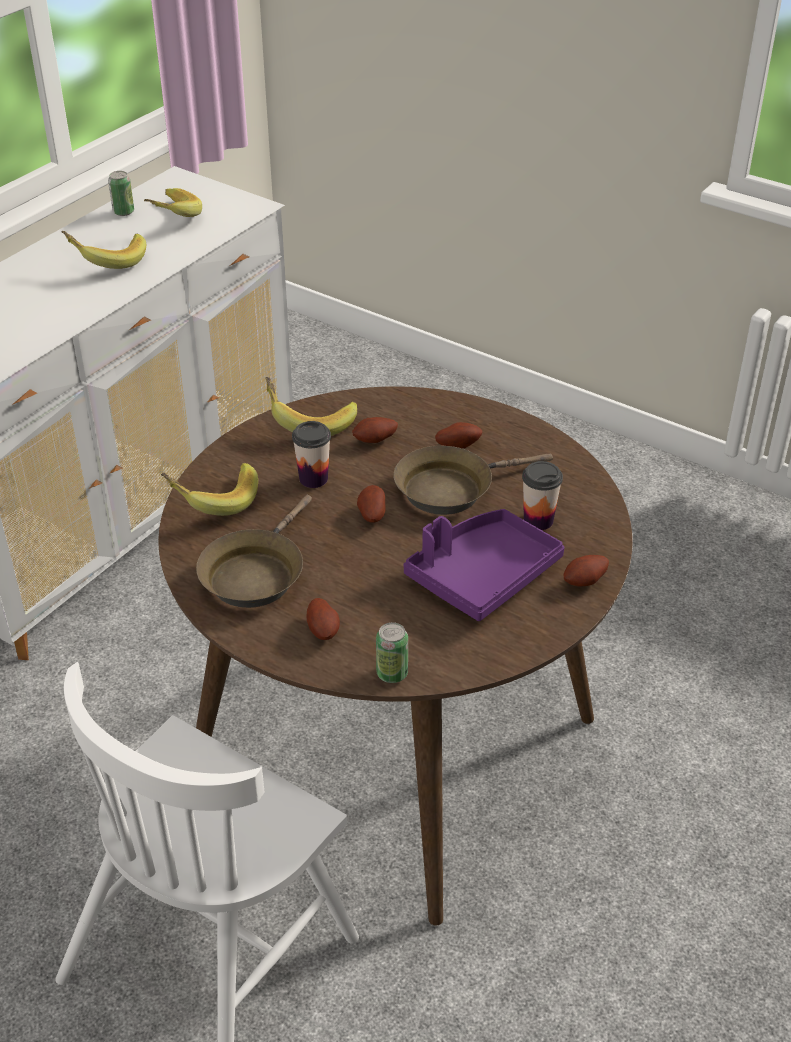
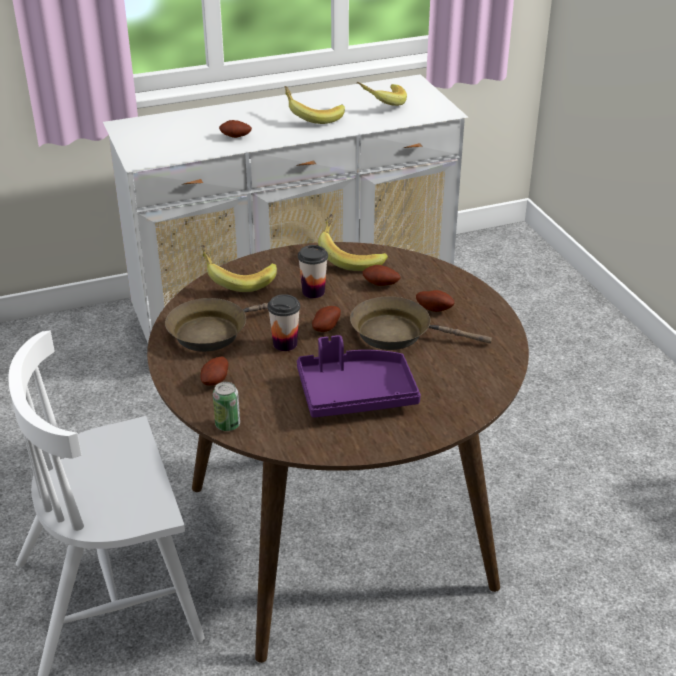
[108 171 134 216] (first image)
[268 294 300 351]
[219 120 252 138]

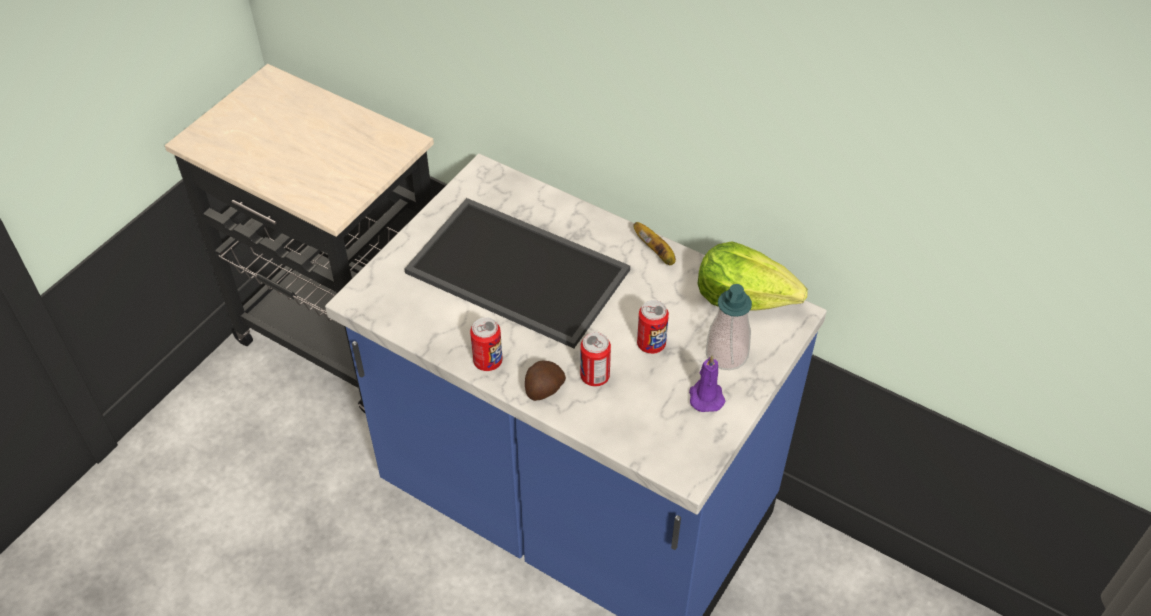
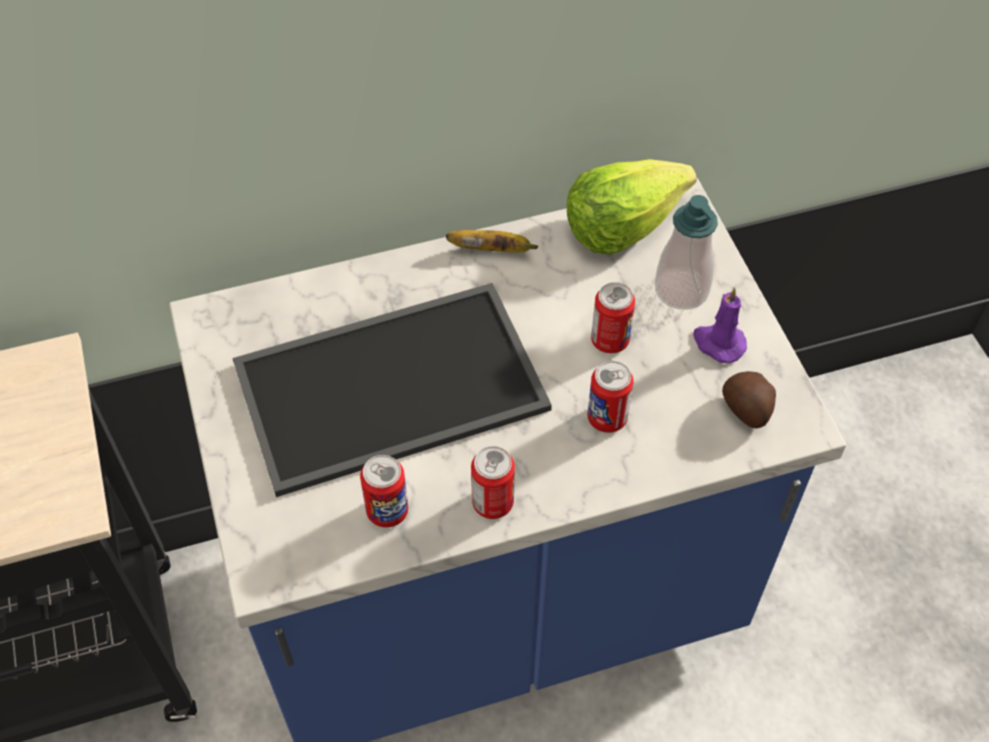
[722 371 776 428]
[360 455 408 528]

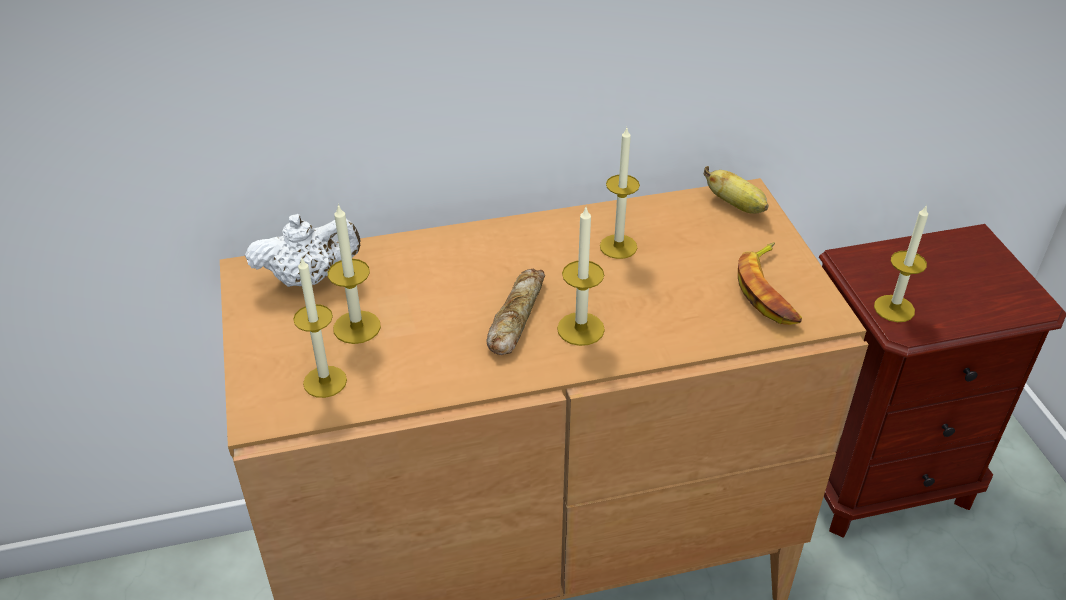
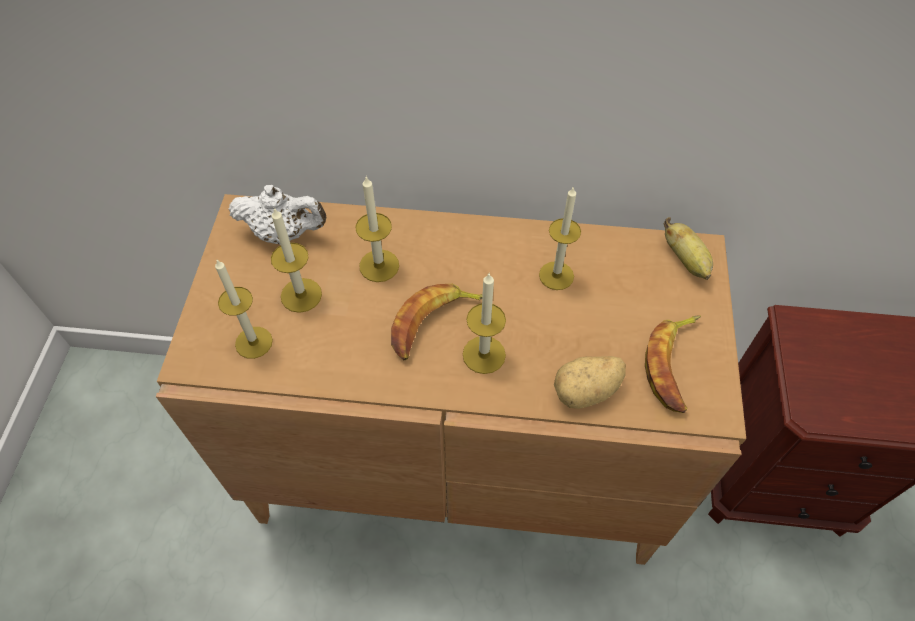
[391 284 483 360]
[356 175 399 282]
[554 356 626 409]

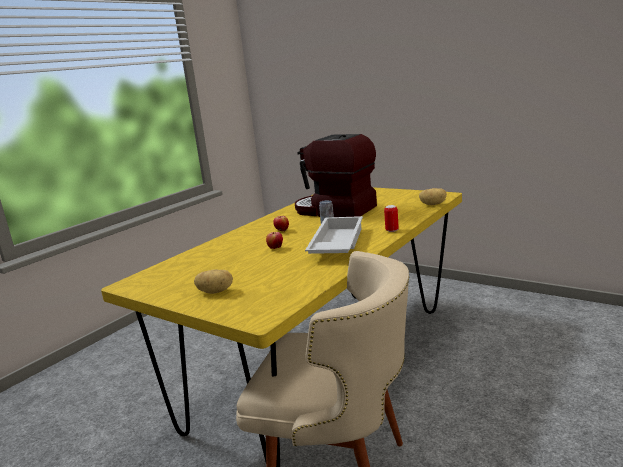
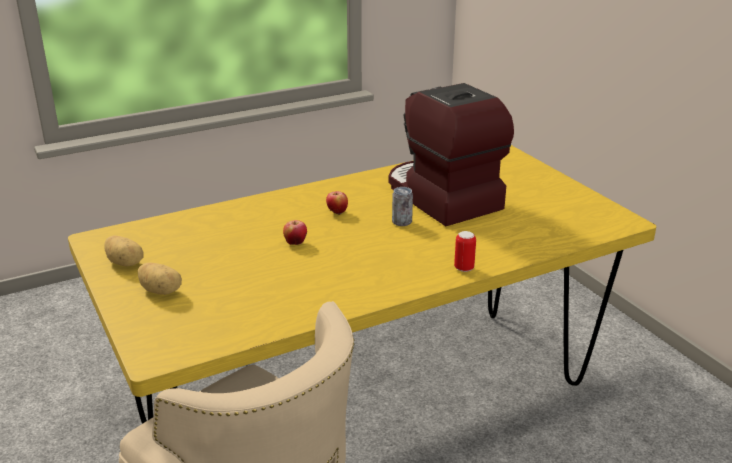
[305 216 363 254] (first image)
[104 236 144 266]

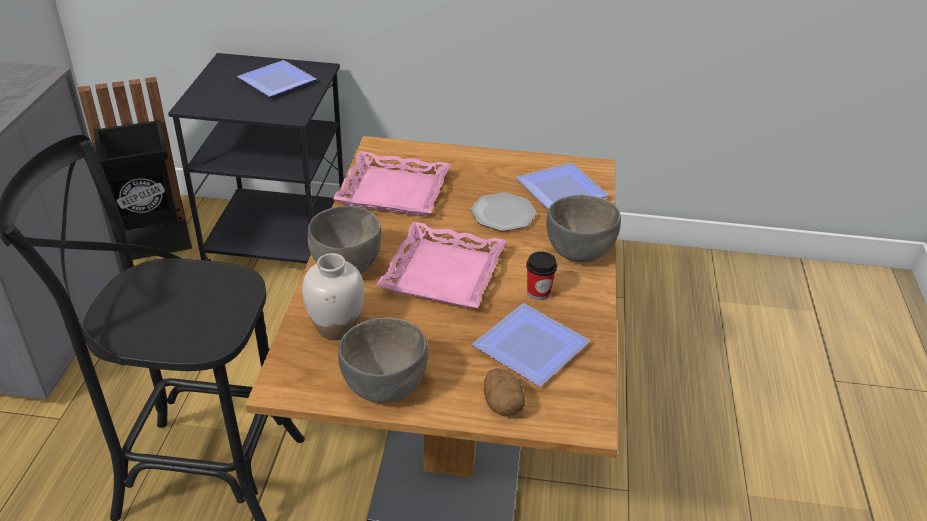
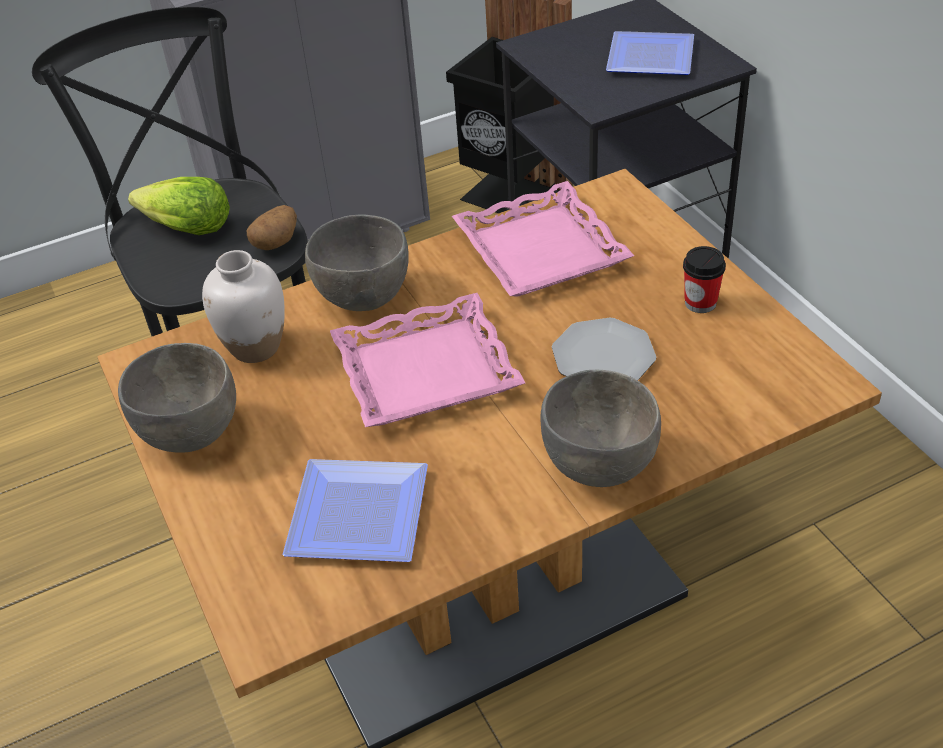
[247 205 297 250]
[516 163 609 210] (first image)
[683 246 726 313]
[128 177 230 235]

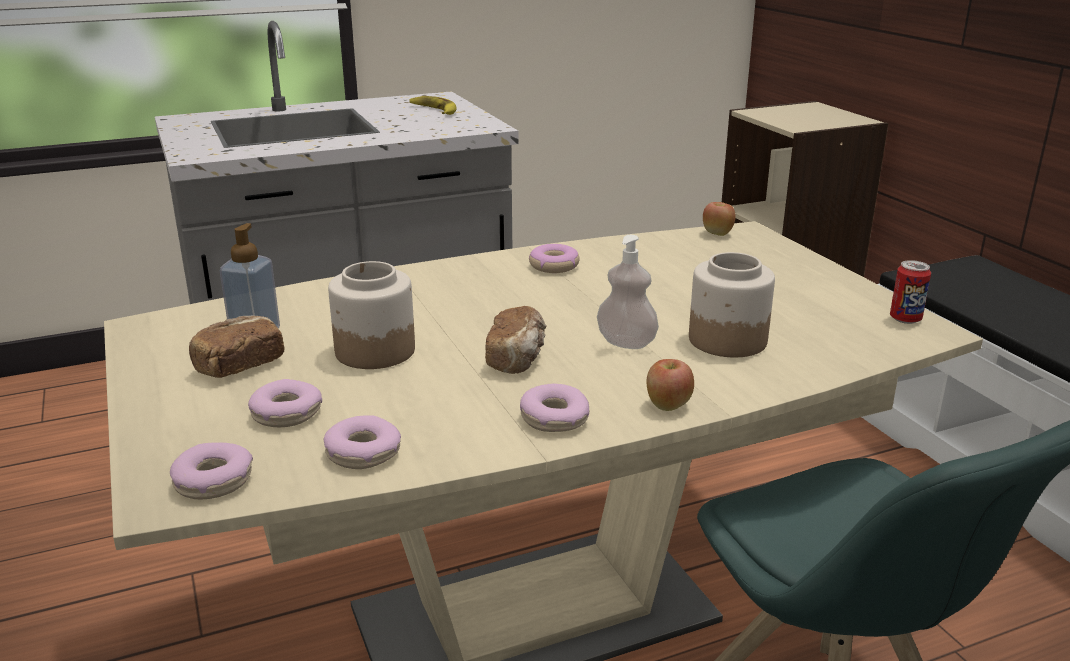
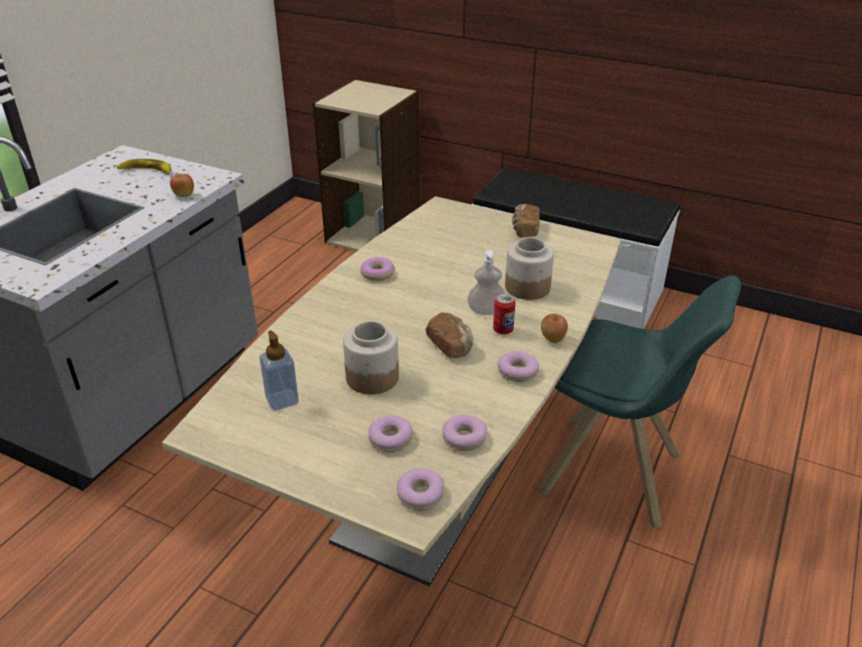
[512 204 540 238]
[170 174 194 197]
[493 294 516 334]

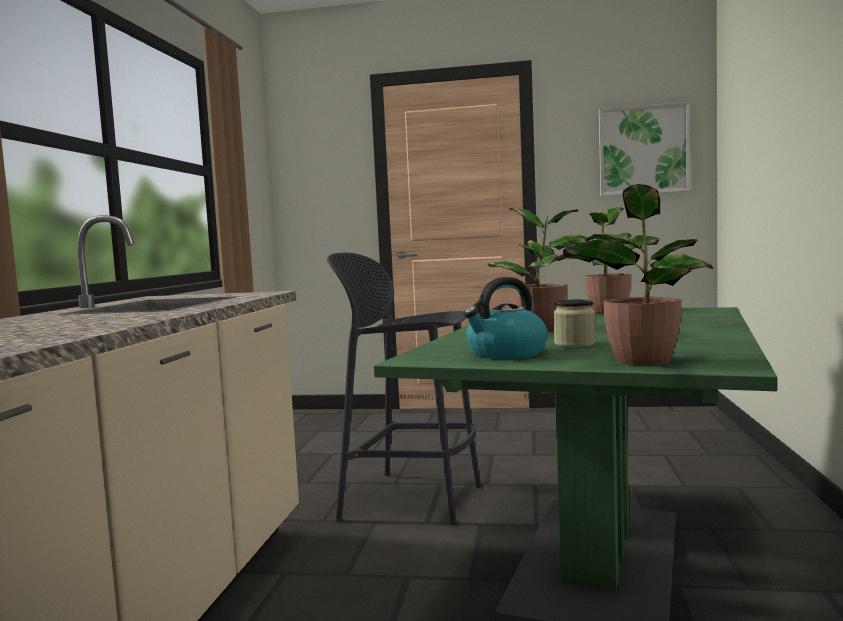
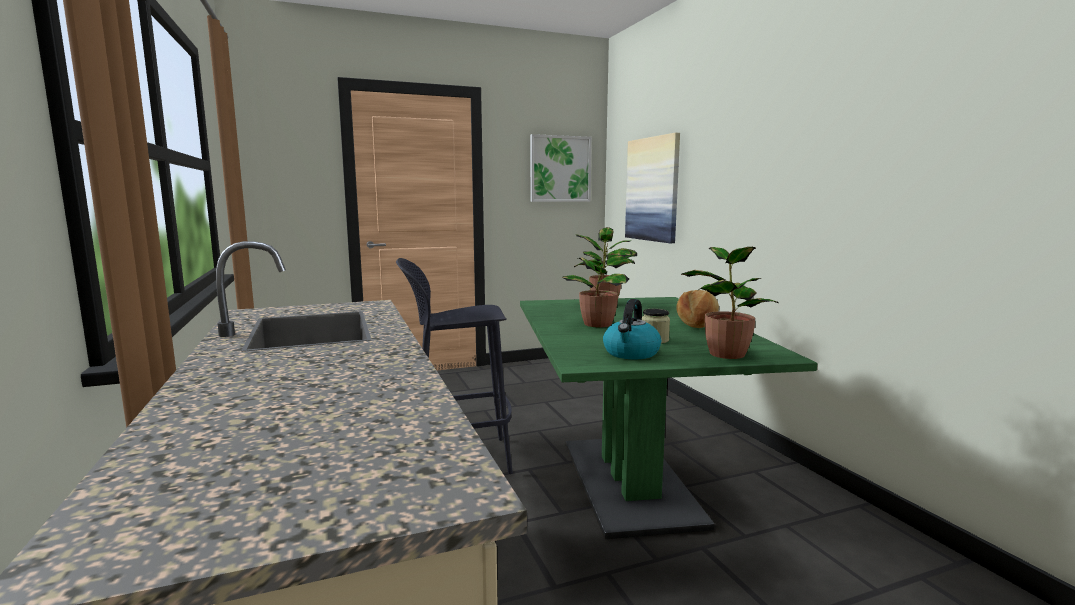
[625 133 680 243]
[676 290 719 328]

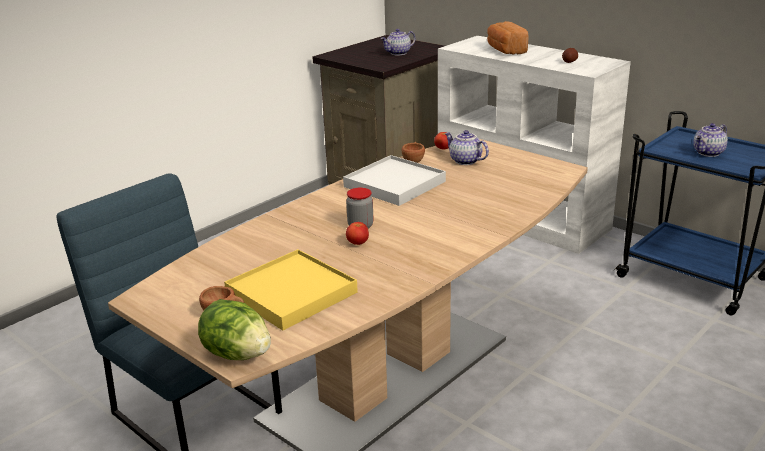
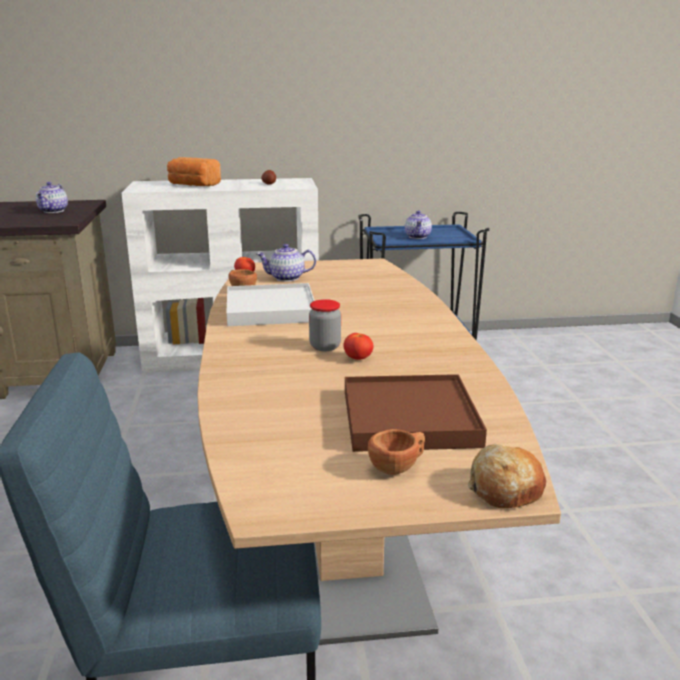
[468 444 546 508]
[345 374 487 452]

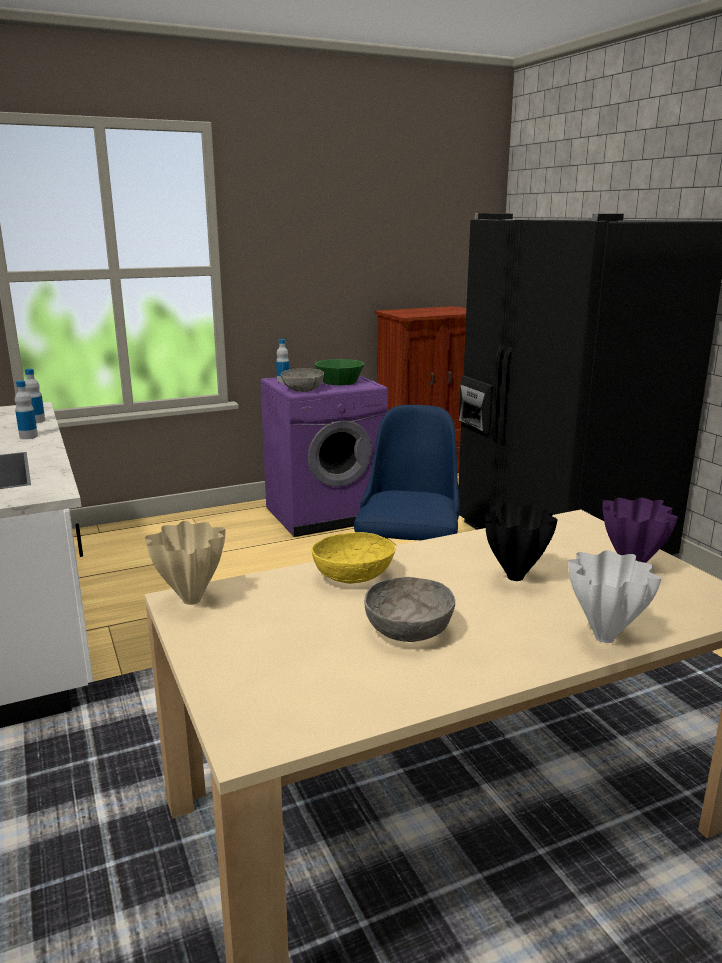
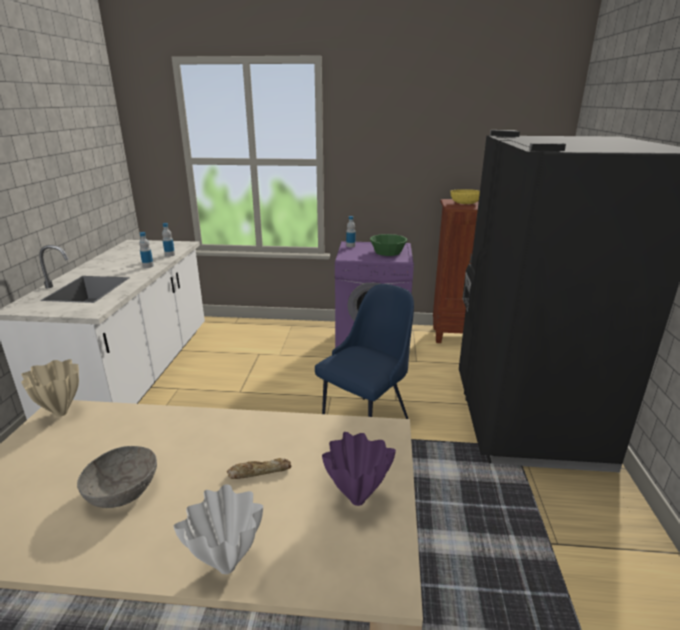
[281 368 324 392] (first image)
[450 189 480 204]
[227 458 291 479]

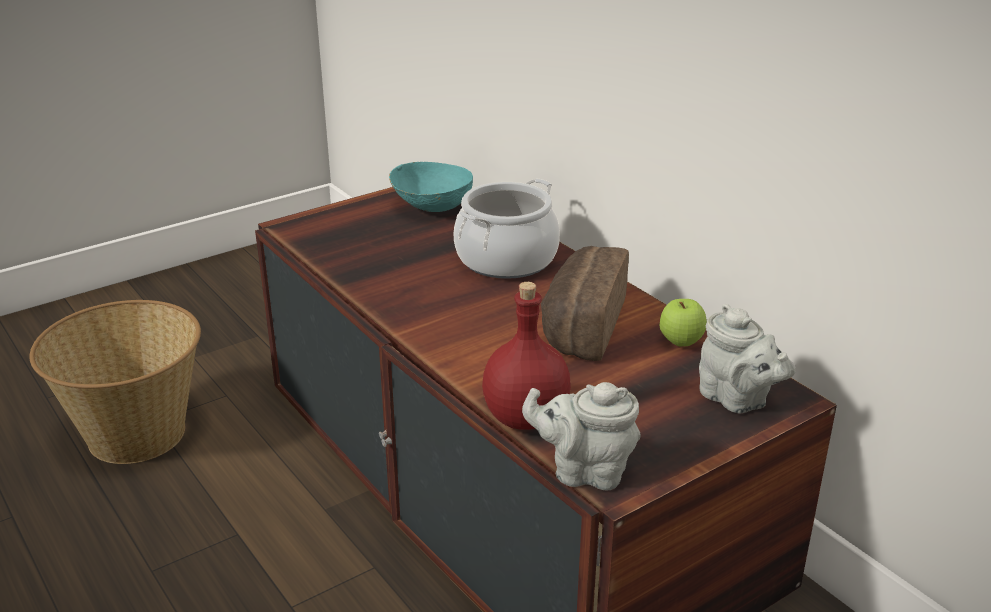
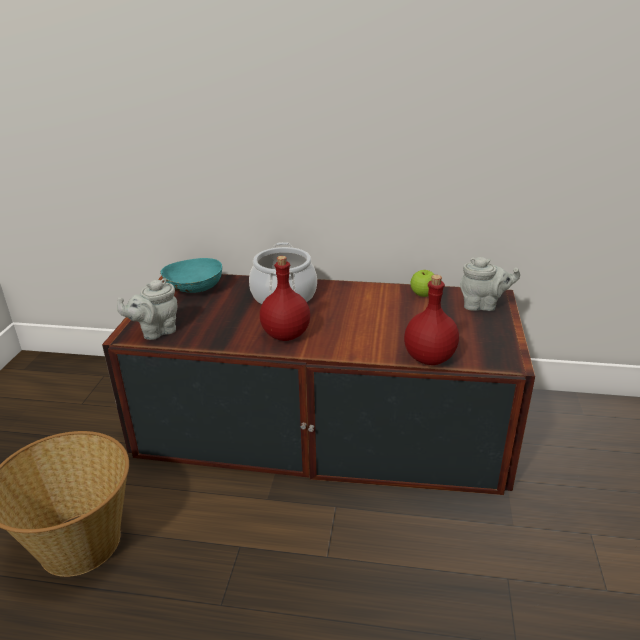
[117 278 177 340]
[541 246 629 361] (first image)
[260 256 310 341]

